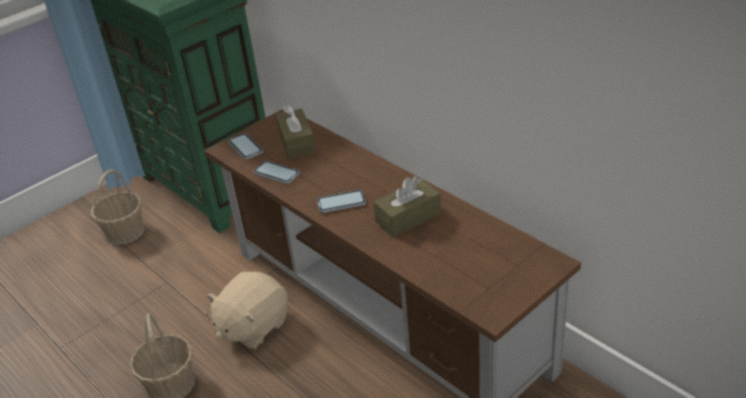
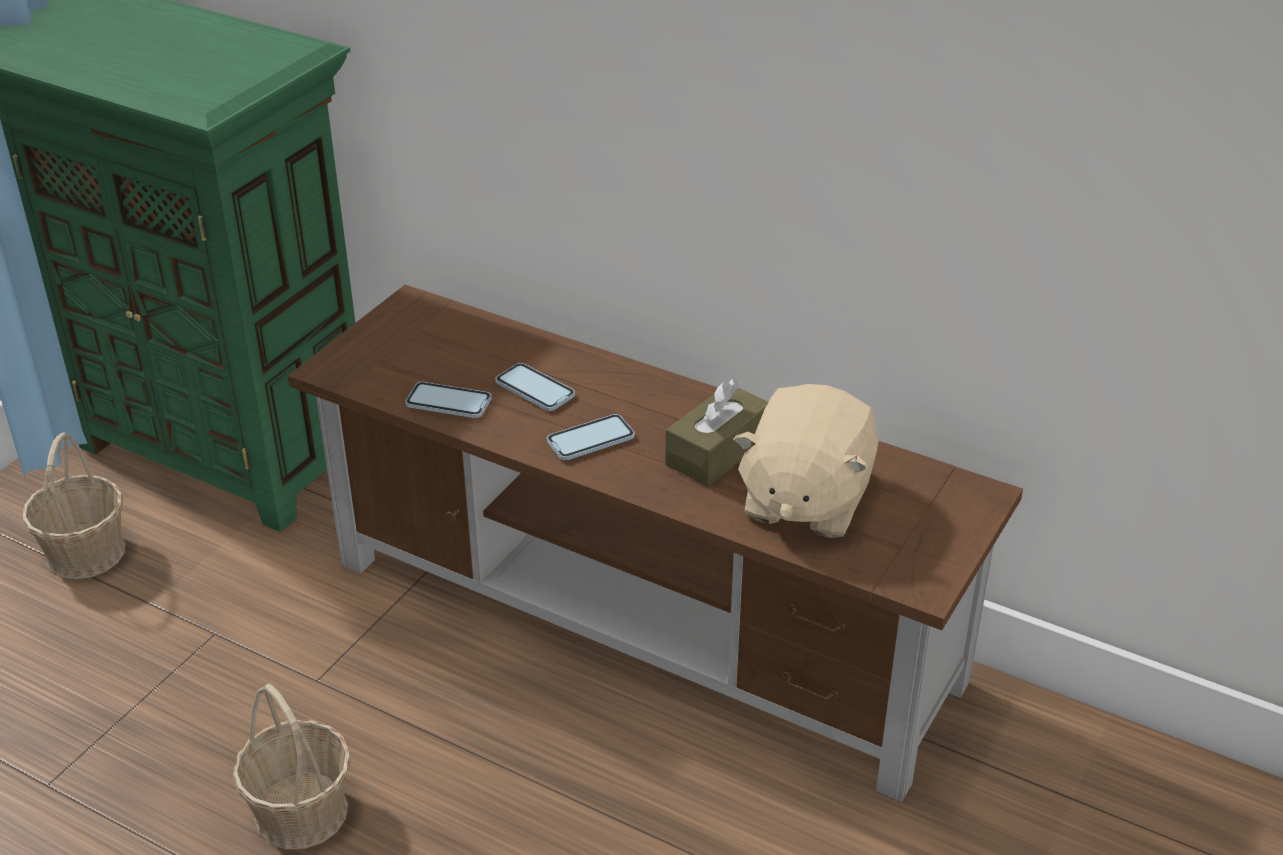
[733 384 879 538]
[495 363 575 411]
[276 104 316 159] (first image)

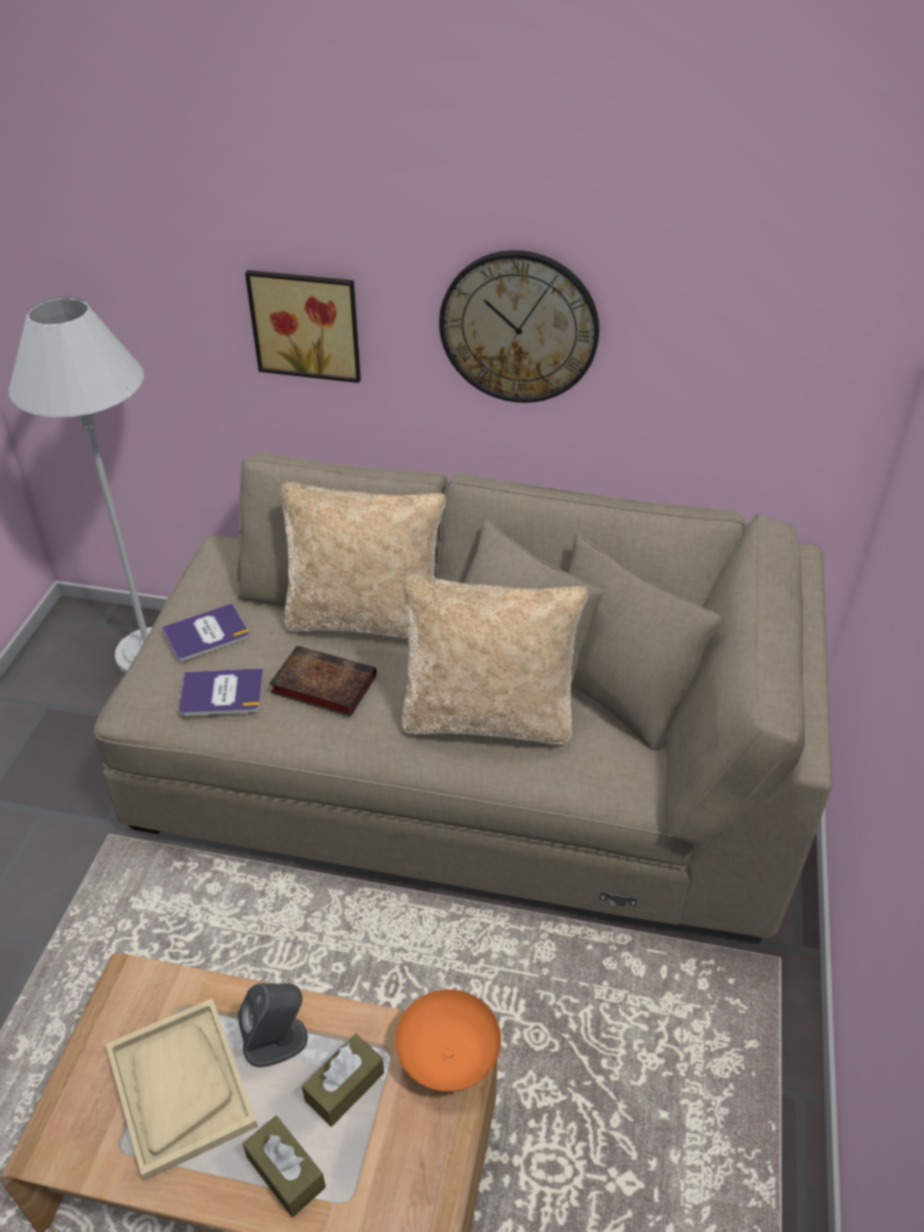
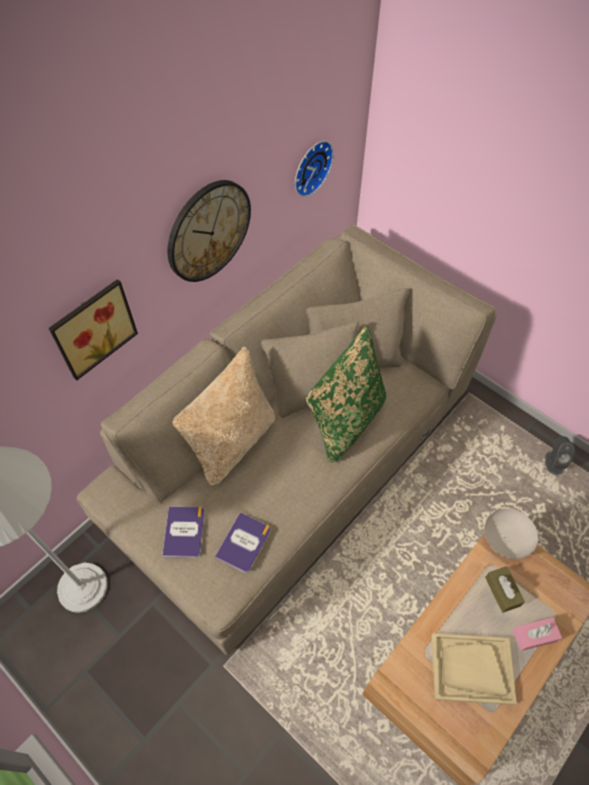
[545 436 575 475]
[512 617 562 651]
[269 645 377 717] (first image)
[484 509 538 559]
[306 326 386 463]
[295 141 334 197]

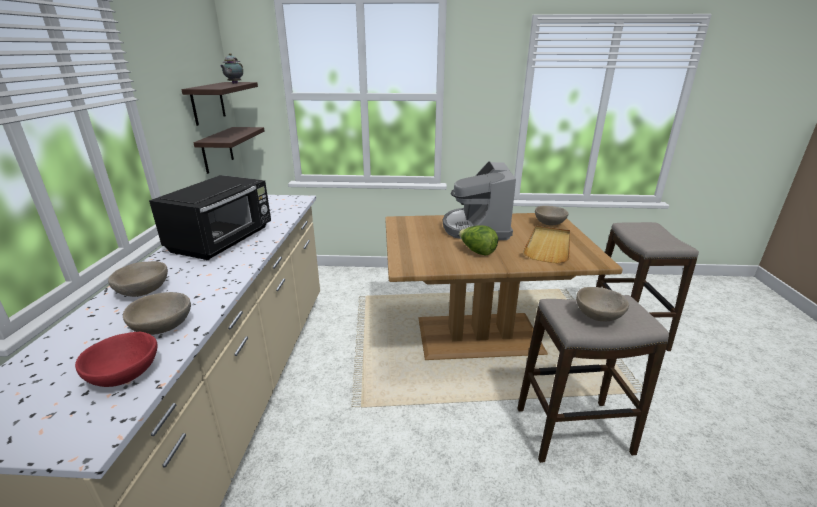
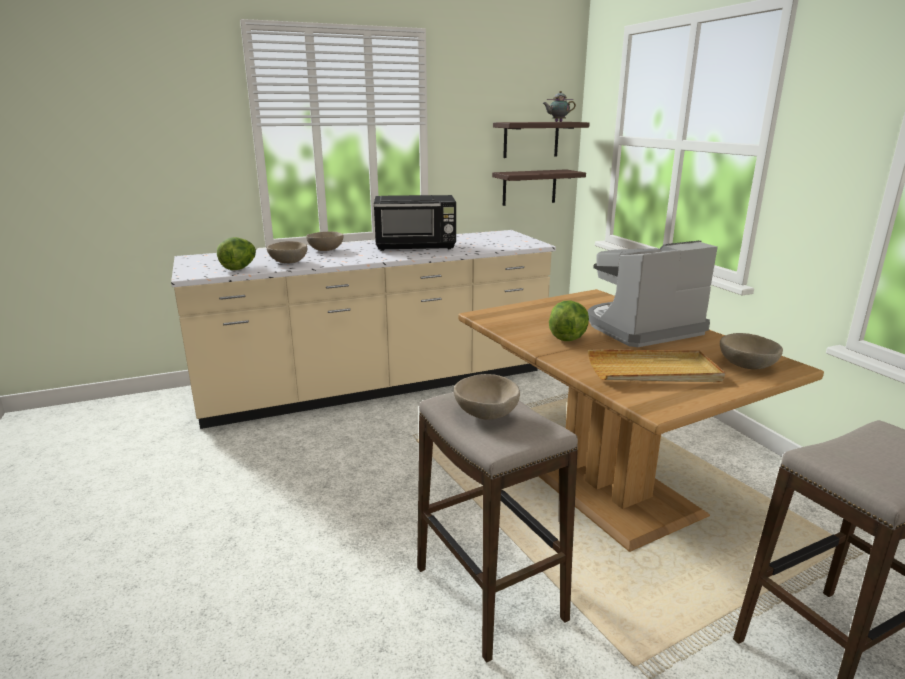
[217 237 256 270]

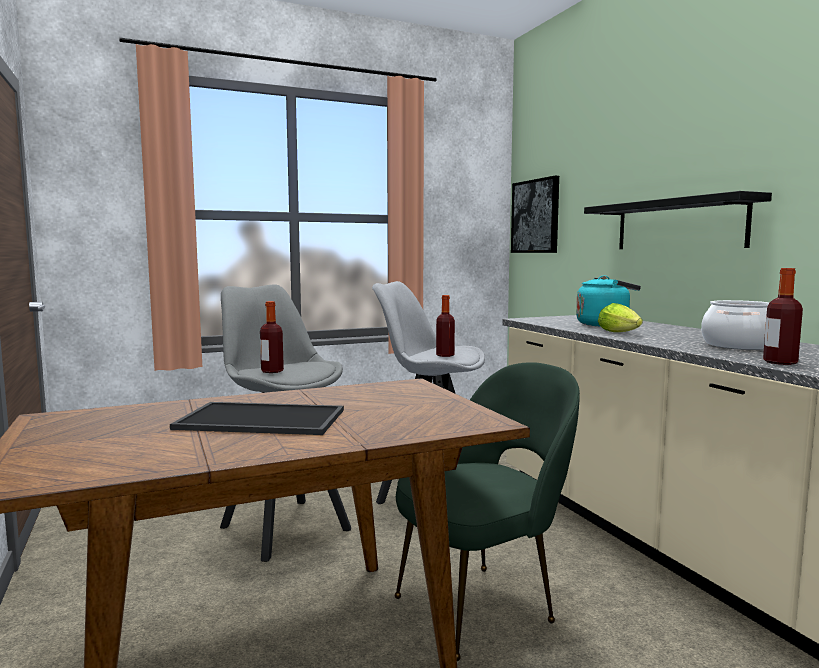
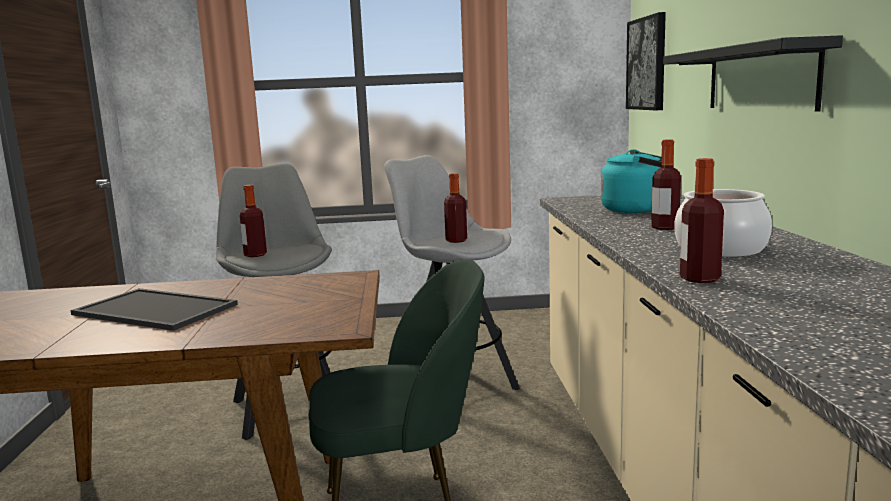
[598 303 643 332] (first image)
[651 139 681 230]

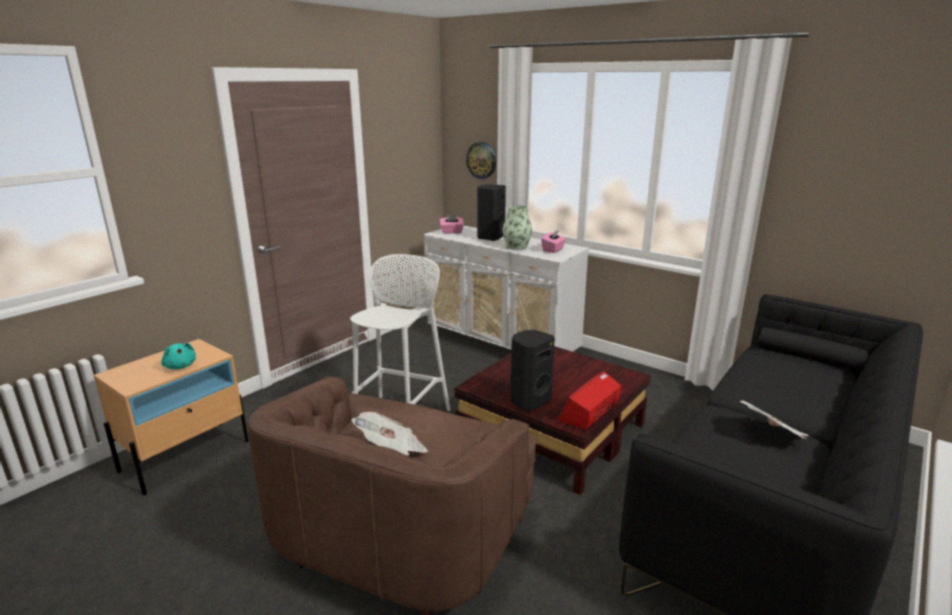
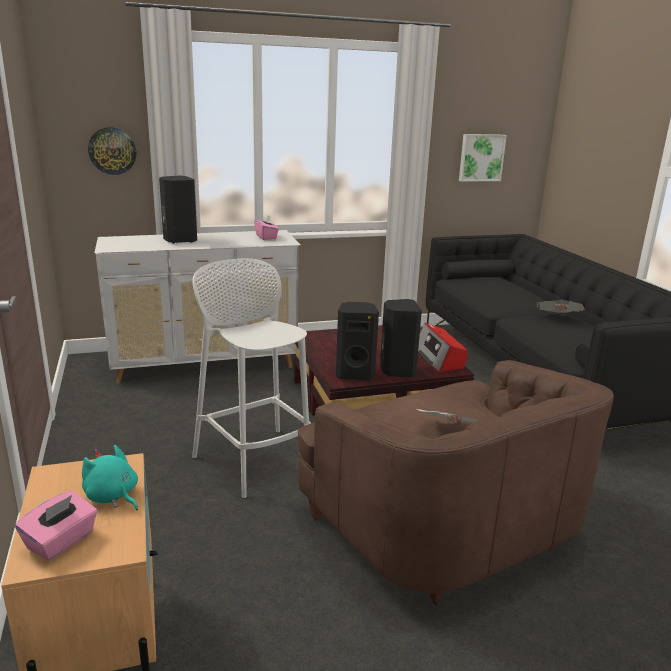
[82 445 138 510]
[15 491 97 561]
[503 205 532 250] (first image)
[336 302 379 380]
[459 134 507 182]

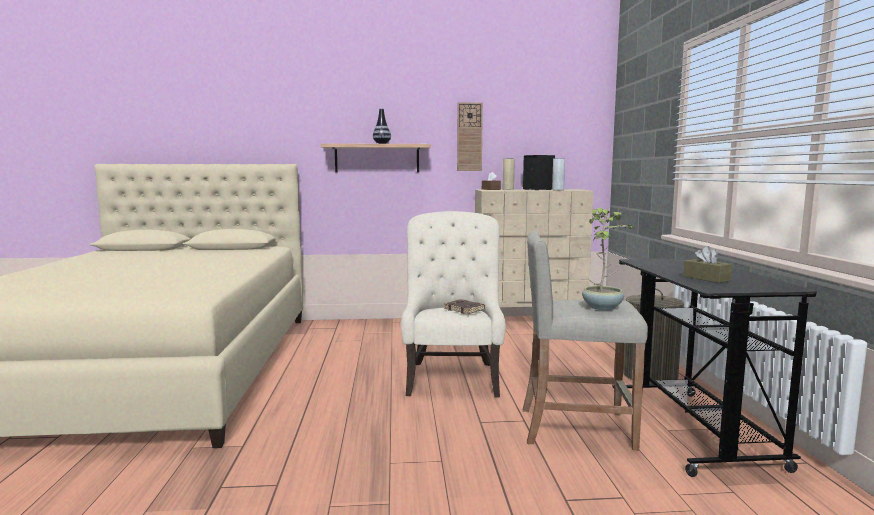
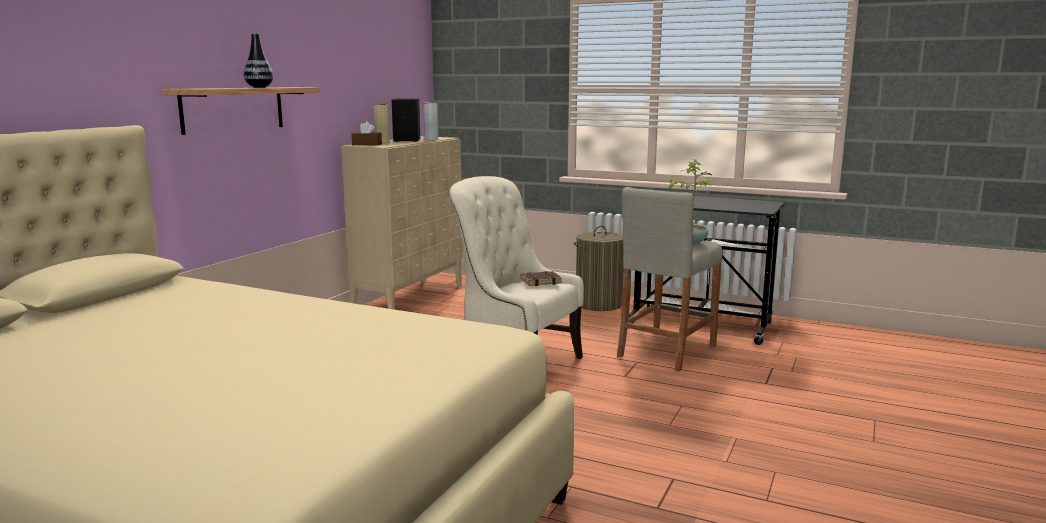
[457 102 483 171] (first image)
[683 246 732 283] (first image)

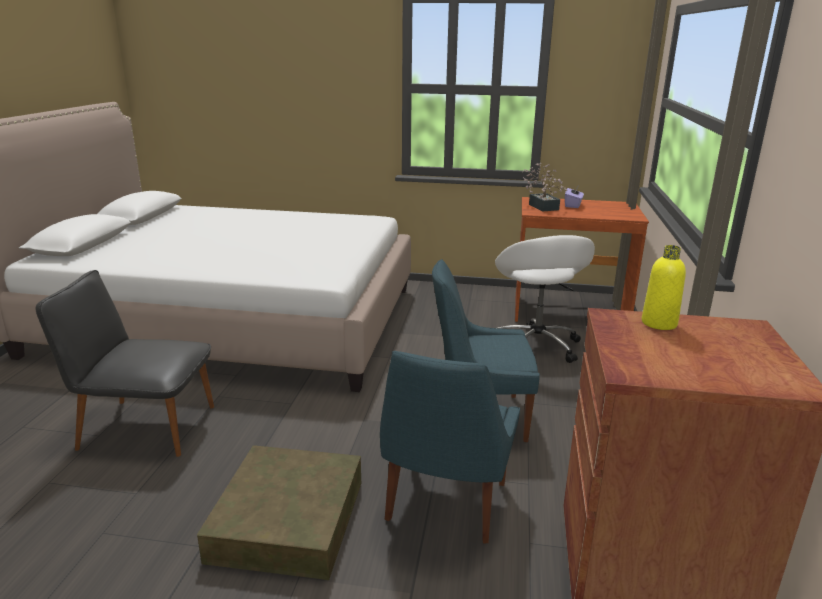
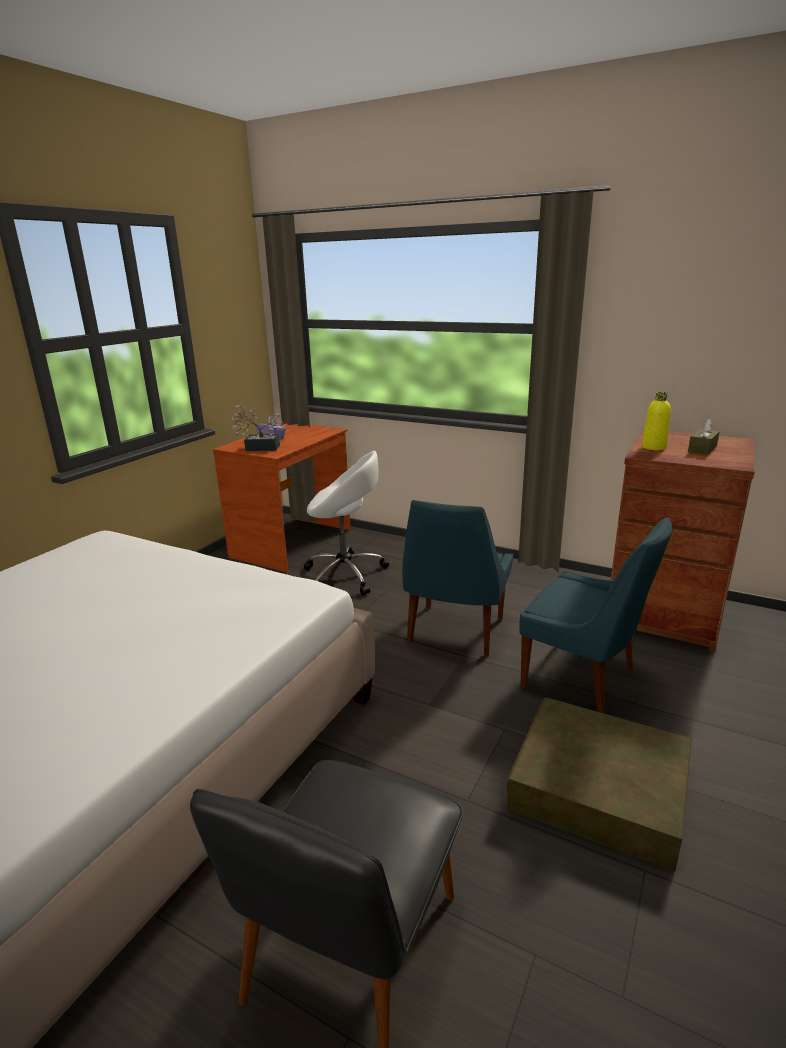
[688 419 719 455]

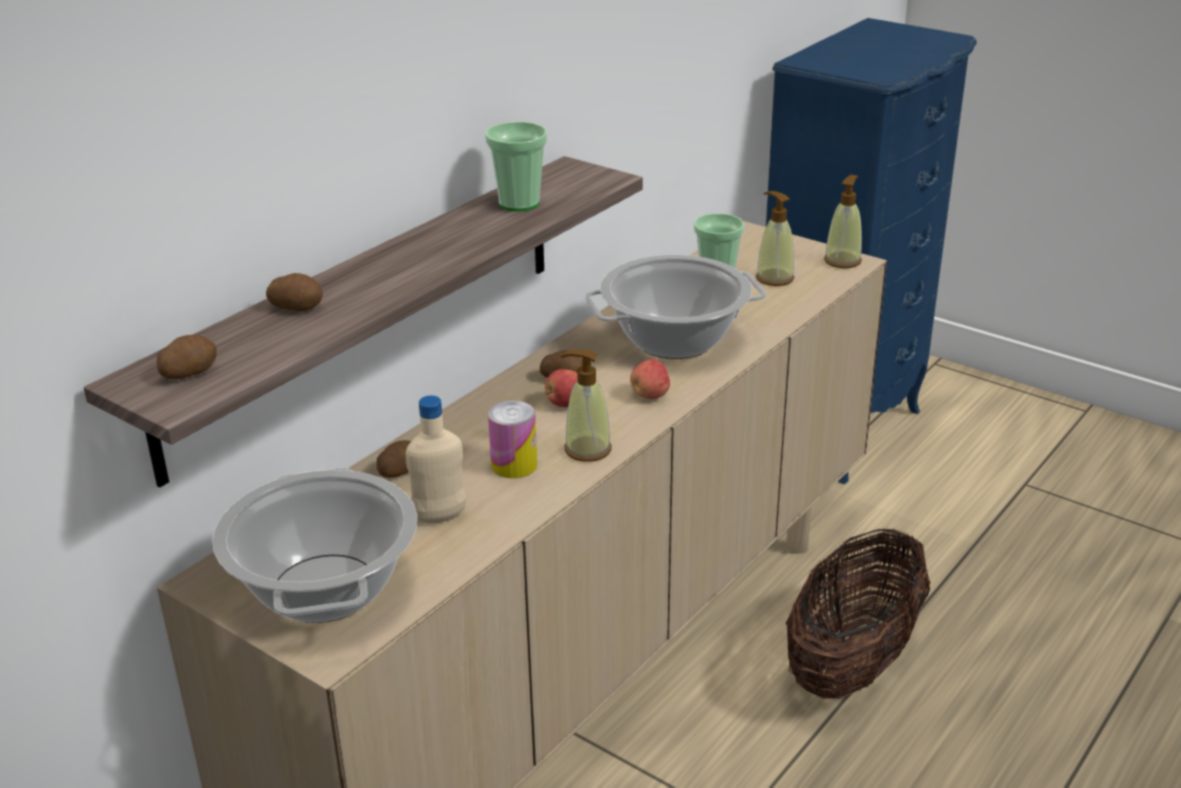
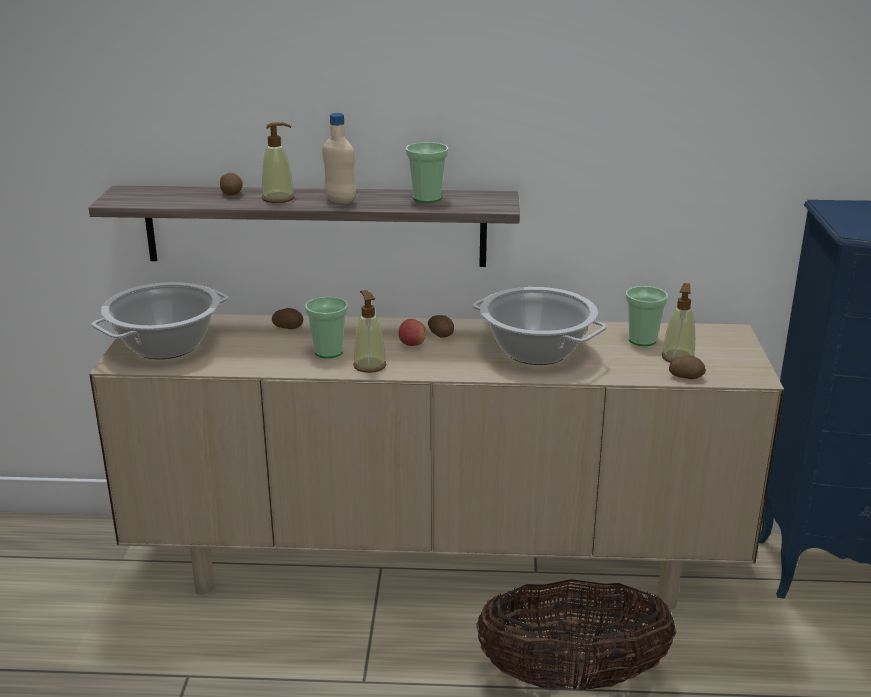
[669 356 706 379]
[323 113 356 204]
[305 297 348 358]
[630 359 670 399] (first image)
[262 122 295 203]

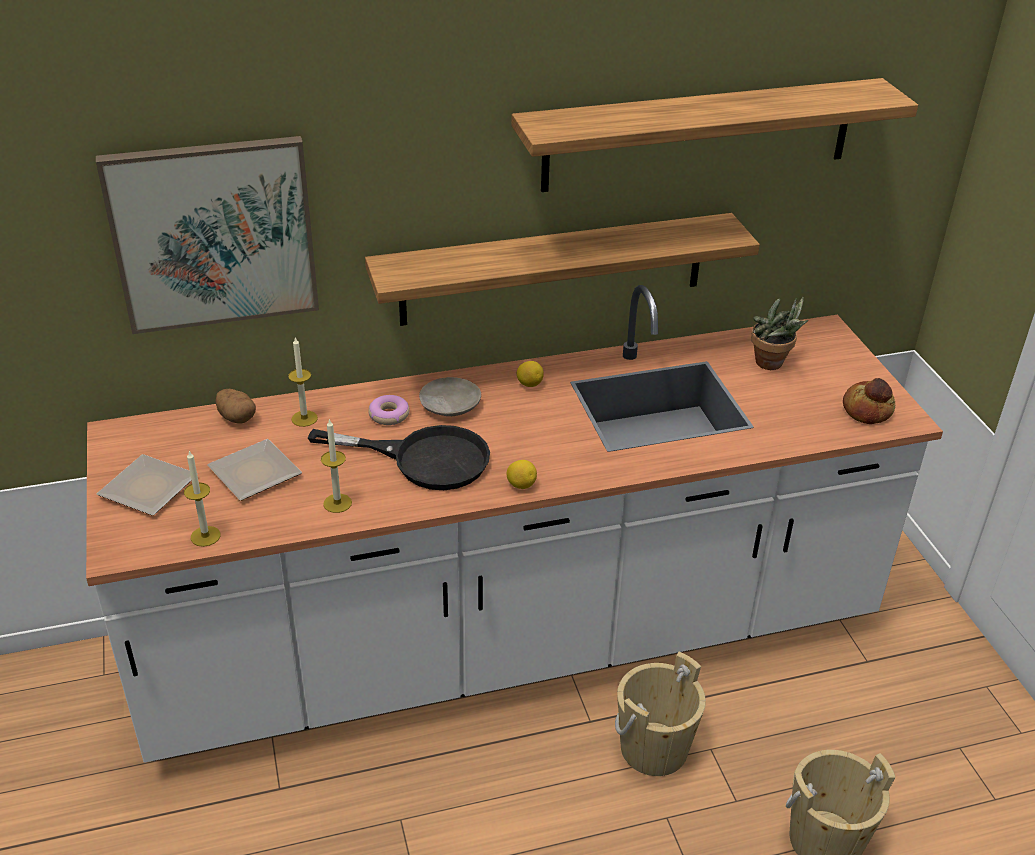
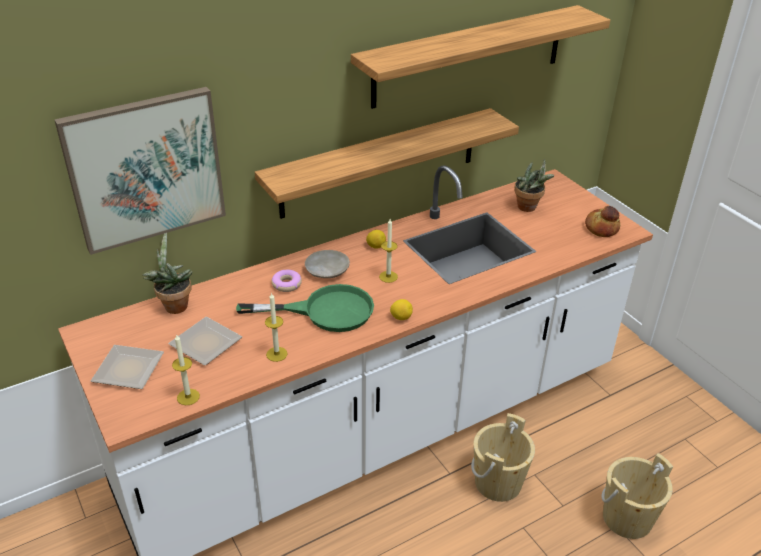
[143 233 193 314]
[379 219 398 283]
[236 284 374 332]

